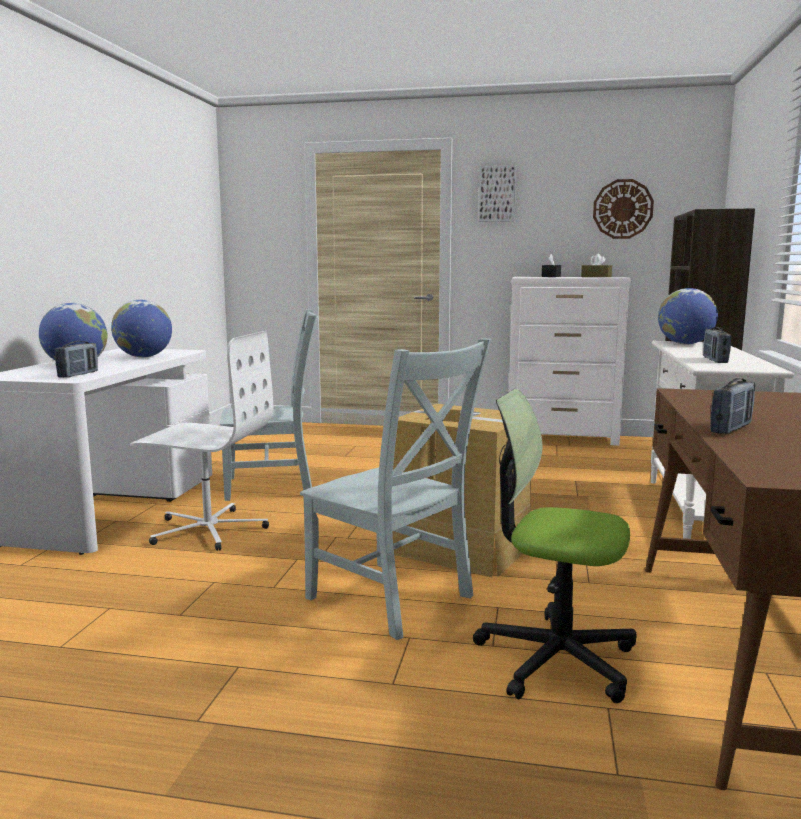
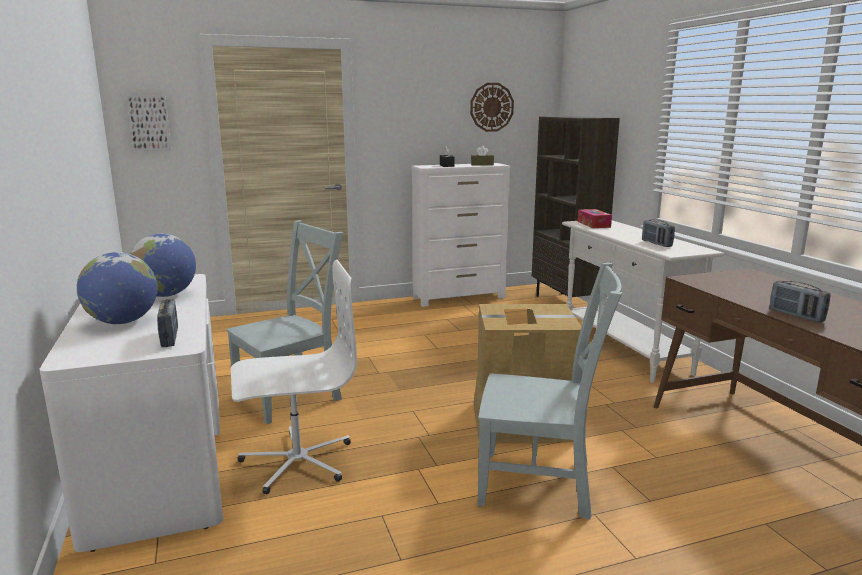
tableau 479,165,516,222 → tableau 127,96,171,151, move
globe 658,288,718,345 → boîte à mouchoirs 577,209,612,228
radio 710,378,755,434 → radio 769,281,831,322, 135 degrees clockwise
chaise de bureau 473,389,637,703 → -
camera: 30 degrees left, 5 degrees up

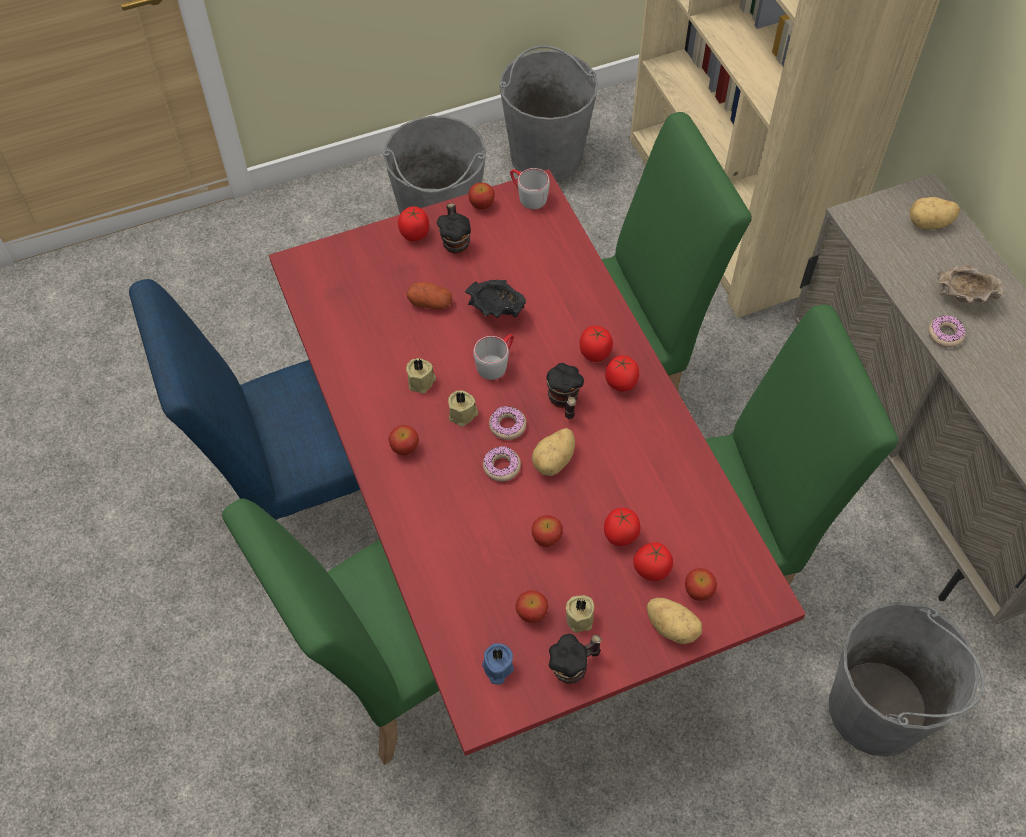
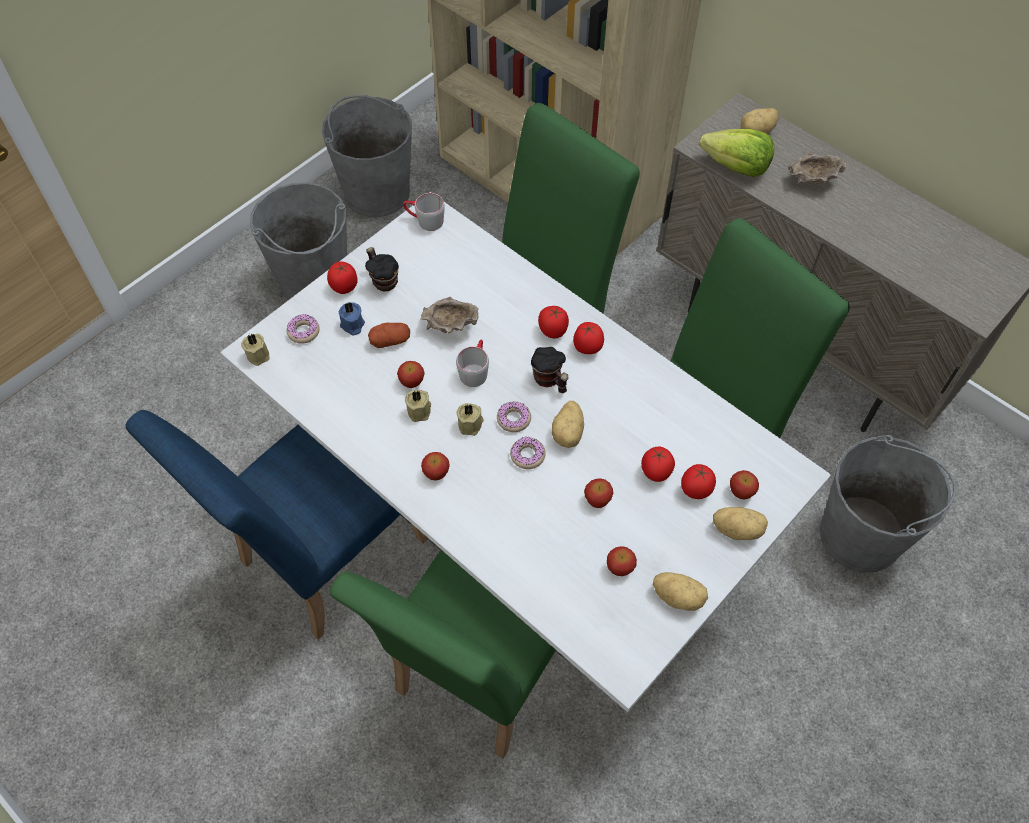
table à manger [rouge] 269,169,806,756 → table à manger [blanc] 220,192,831,712
bougie [beige] 566,595,594,633 → bougie [beige] 241,333,270,366, move
beignet 928,315,966,348 → beignet 286,314,320,344, move
bougie [bleu] 482,643,514,685 → bougie [bleu] 339,302,365,336, move
pomme 468,182,495,210 → pomme 397,361,425,388, move
bol [noir] 465,280,526,318 → bol [beige] 421,297,479,333
mug 549,634,602,684 → pomme de terre 653,572,708,611
- → laitue 699,129,774,177
camera: 25 degrees left, 0 degrees up

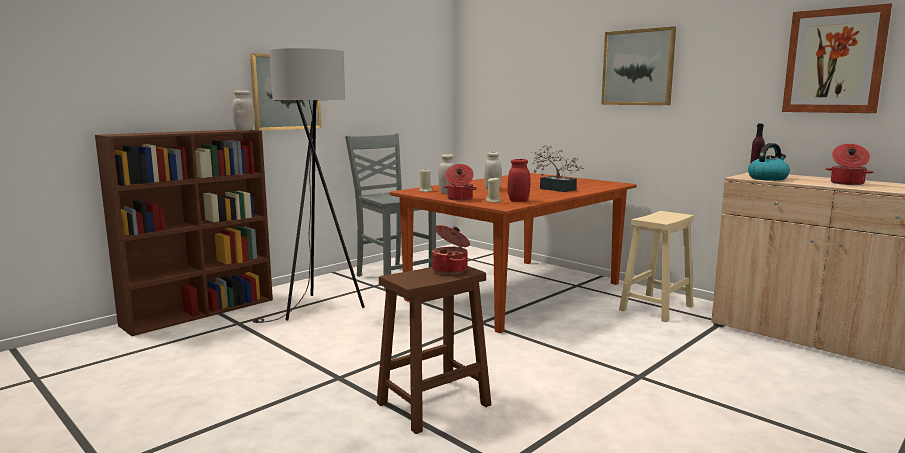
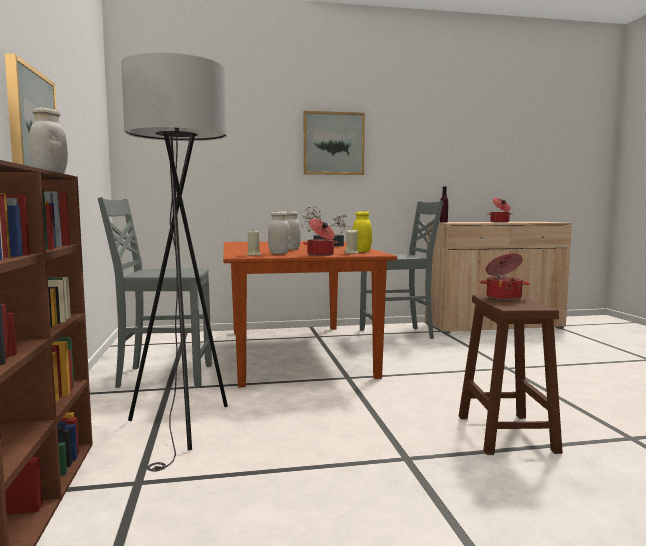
bocal [rouge] 508,159,531,202 → bocal [jaune] 353,211,372,252
tabouret [beige] 619,211,694,322 → chaise [gris] 360,201,443,339
bouilloire 748,143,790,181 → -
tableau 782,3,892,113 → -
camera: 55 degrees left, 5 degrees down

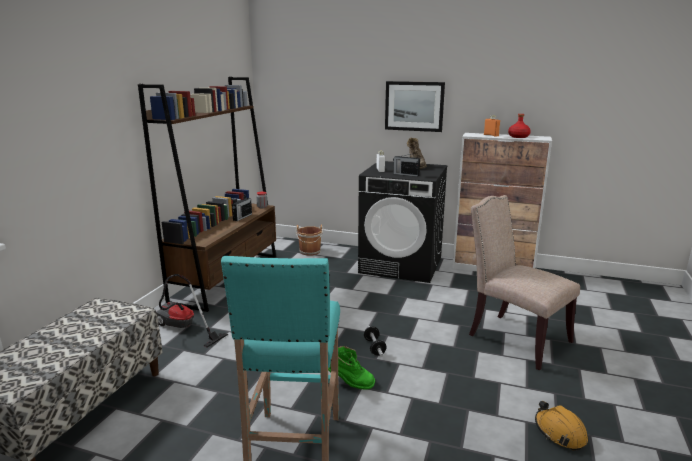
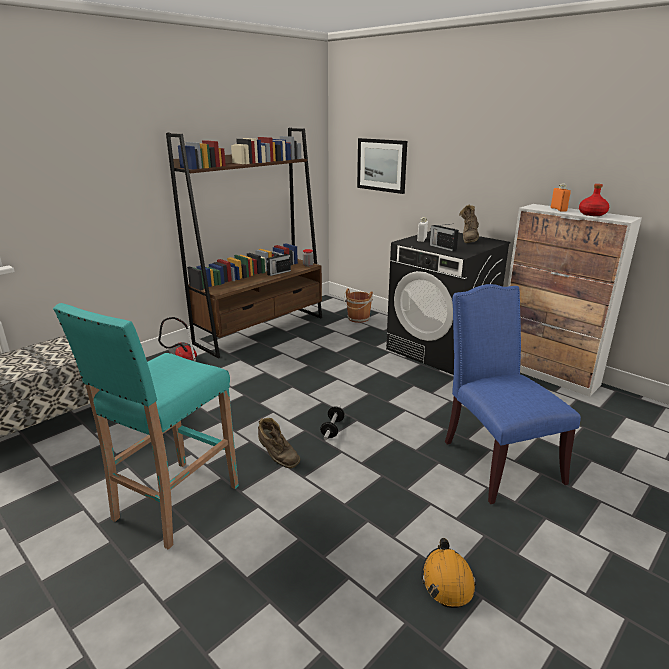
botte [vert] 328,346,375,390 → botte [marron] 258,418,300,468
tableau 385,81,445,132 → tableau 357,138,407,194, move
chaise [beige] 469,195,580,370 → chaise [bleu] 445,284,581,504
camera: 25 degrees right, 5 degrees up

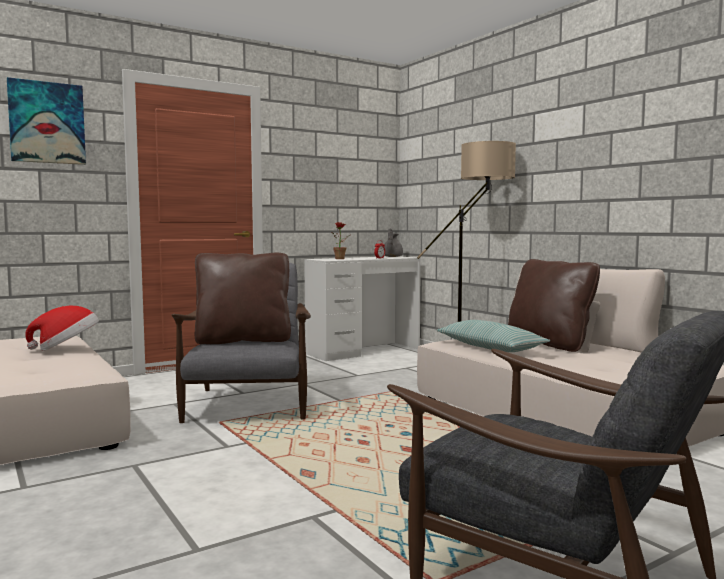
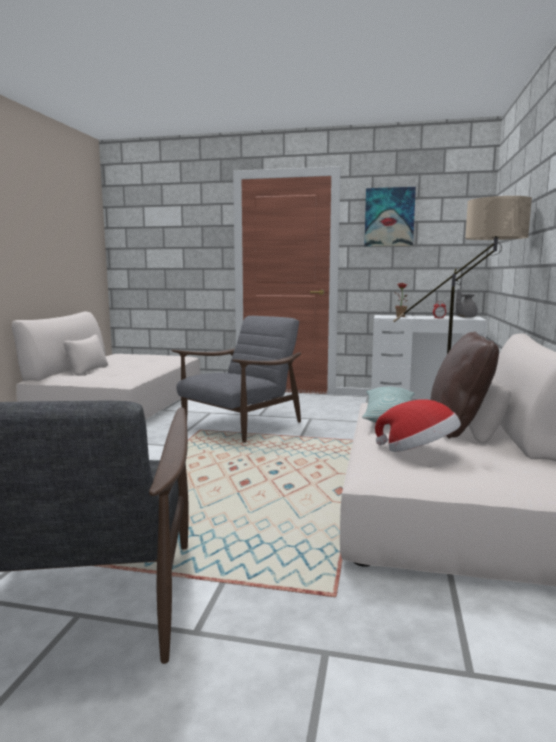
tableau 7,77,86,165 → tableau 364,187,416,247, move
chapeau 25,306,99,351 → chapeau 375,399,461,452, move
coussin [marron] 195,253,291,344 → -
camera: 45 degrees right, 5 degrees up

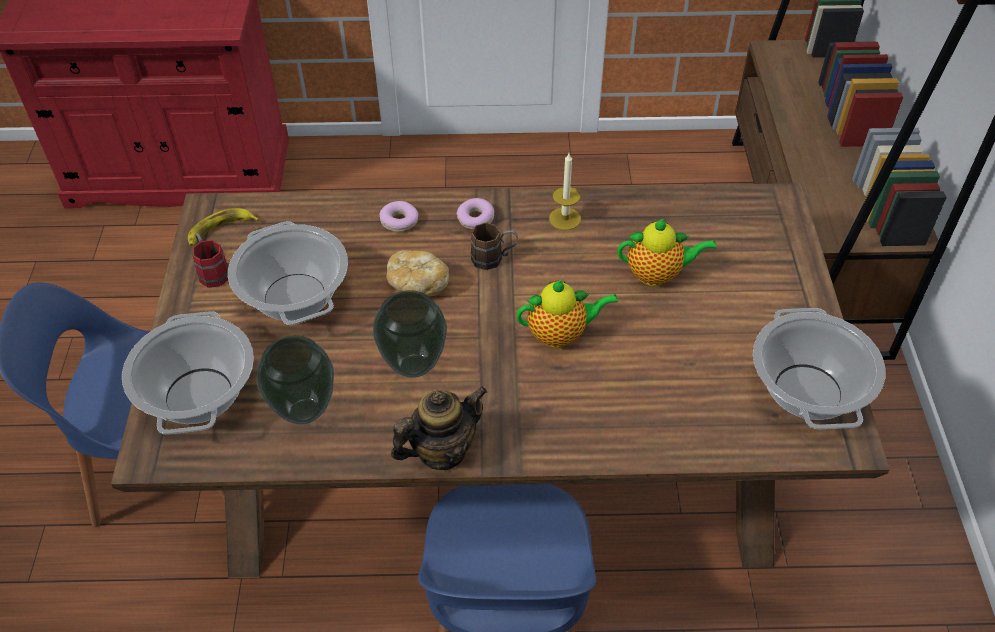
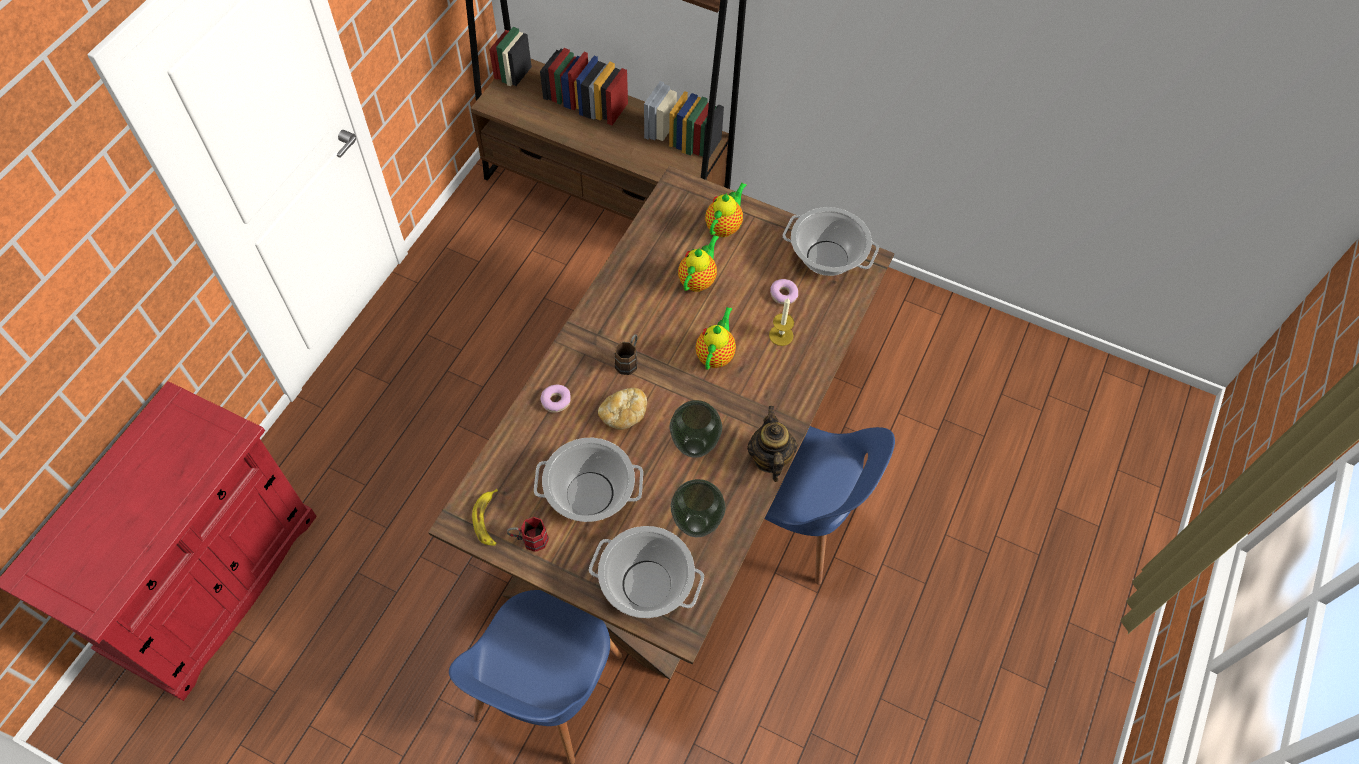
- → théière 705,183,747,237
bougie 549,153,581,230 → bougie 769,298,794,346, move
beignet 457,198,494,230 → beignet 770,279,798,304, move
camera: 65 degrees left, 10 degrees up

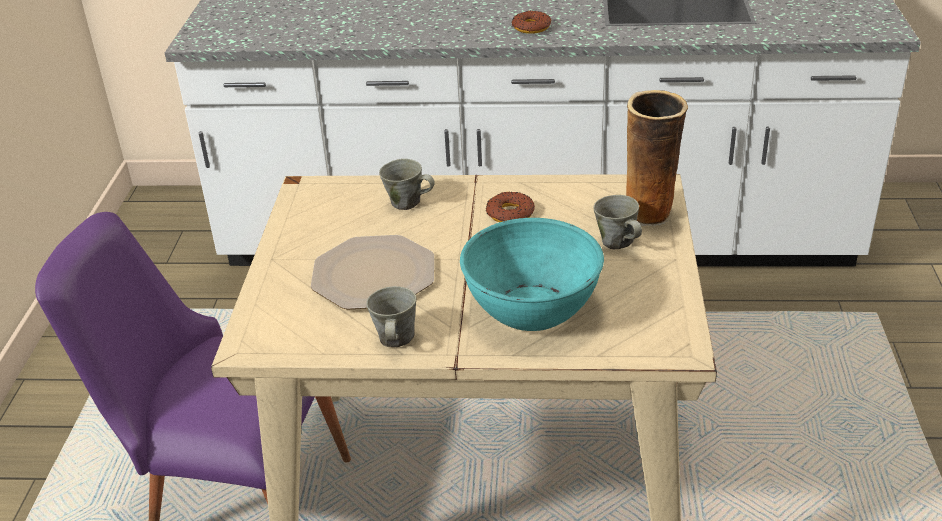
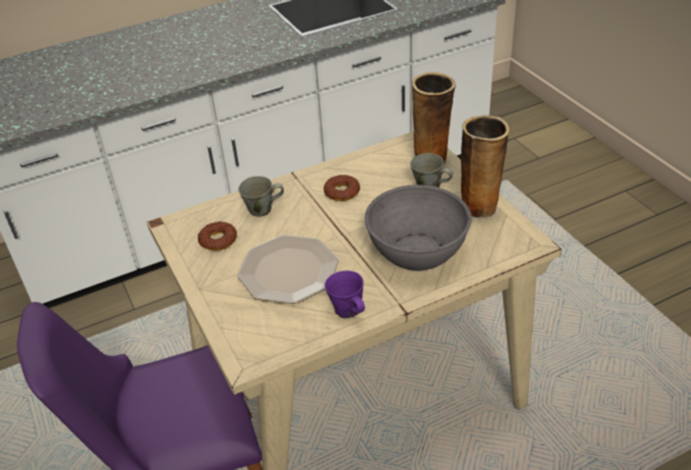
beignet 512,11,551,34 → beignet 198,221,237,251, move
mug [gris] 366,286,416,347 → mug [violet] 325,271,365,318
bol [turquoise] 460,218,604,331 → bol [gris] 365,185,472,271
- → vase 461,115,510,220
camera: 30 degrees left, 5 degrees up

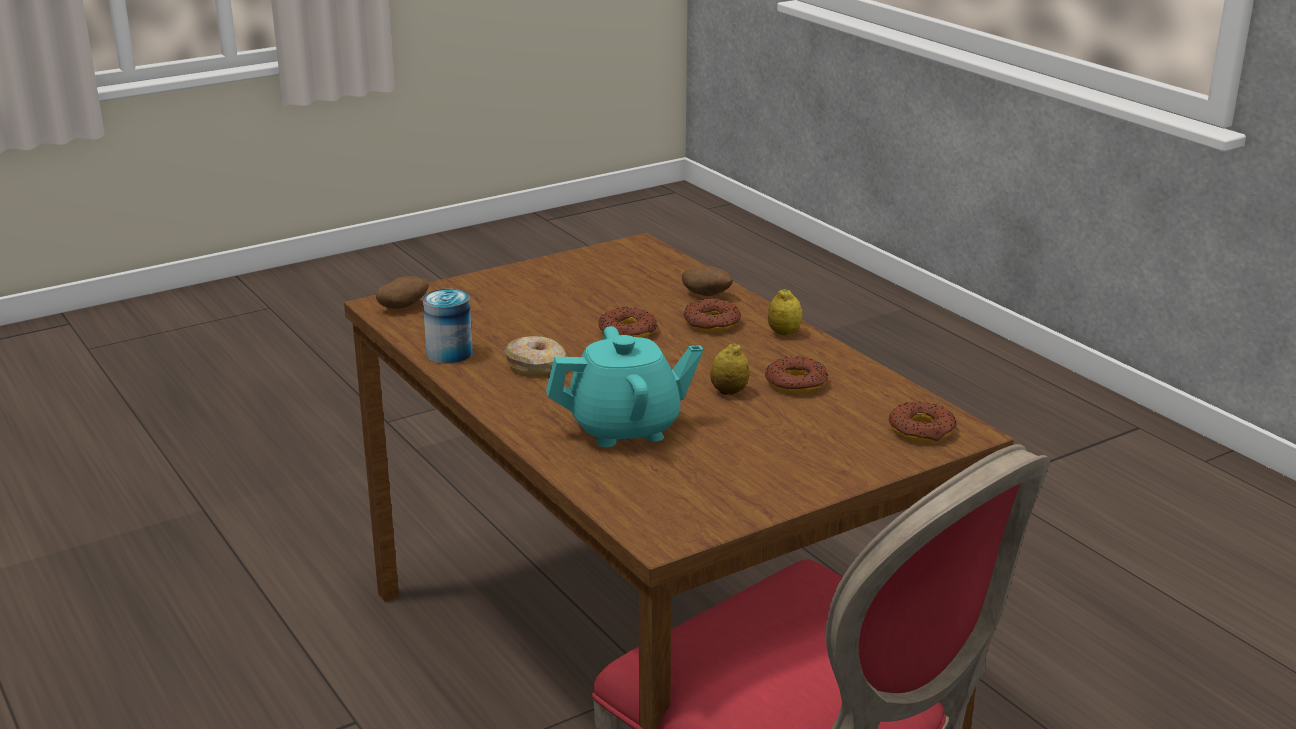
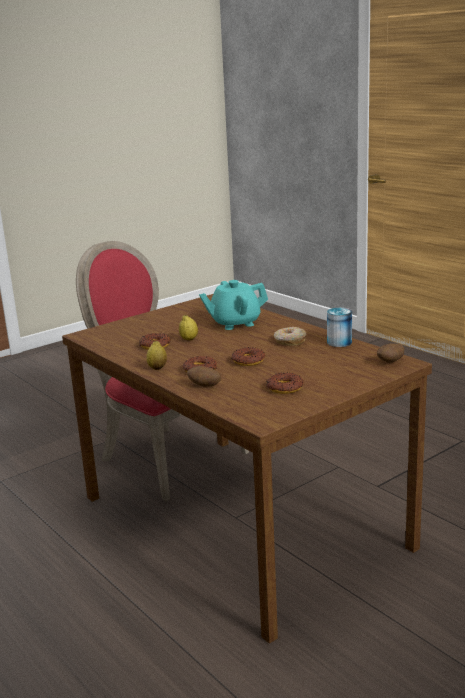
beignet 889,401,957,443 → beignet 266,372,304,394, move
camera: 175 degrees right, 5 degrees down

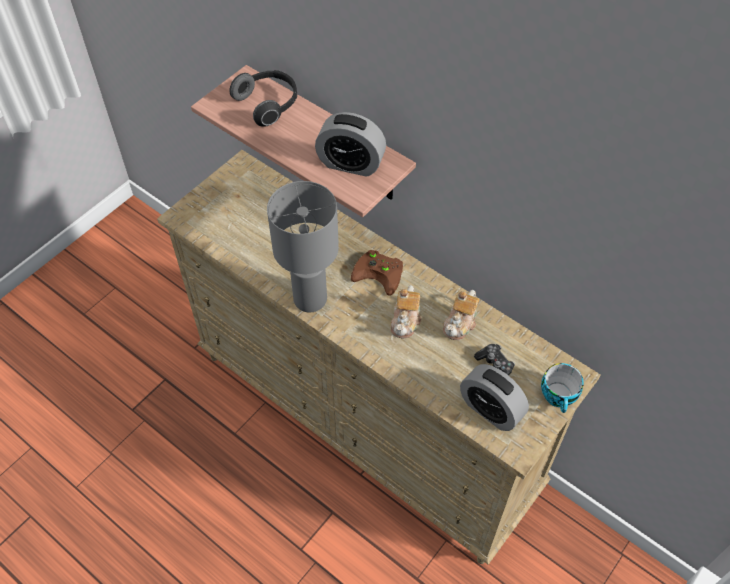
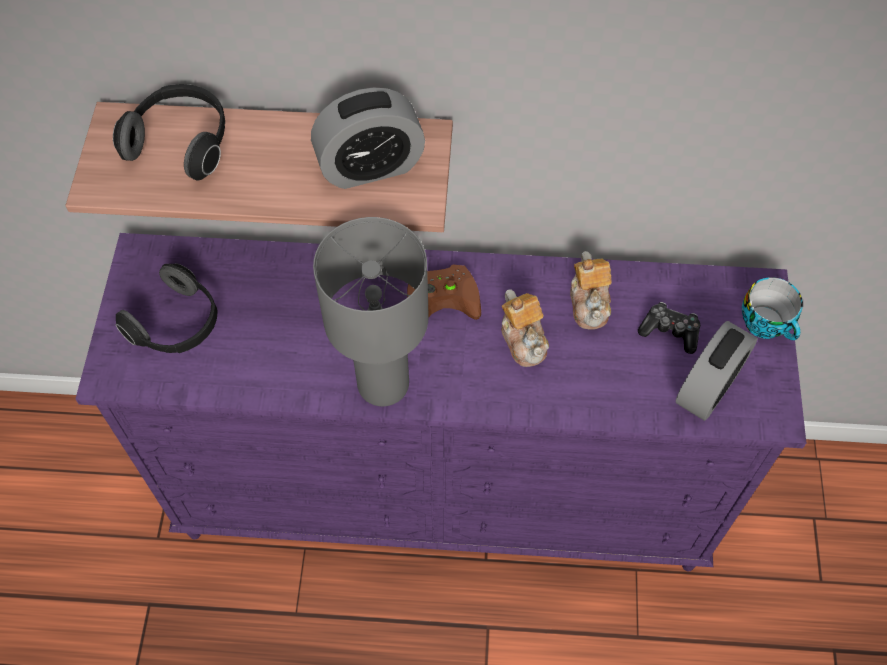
commode [beige] 157,150,600,565 → commode [violet] 76,233,806,572
- → casque audio 116,263,217,353
réveil 460,364,529,431 → réveil 676,321,758,421, 60 degrees counterclockwise
camera: 35 degrees left, 5 degrees up

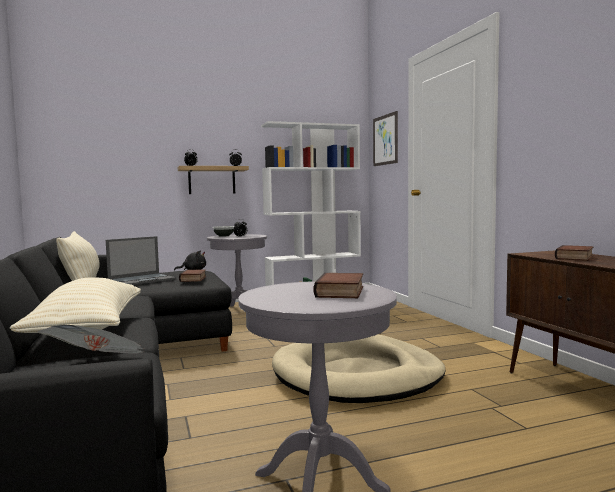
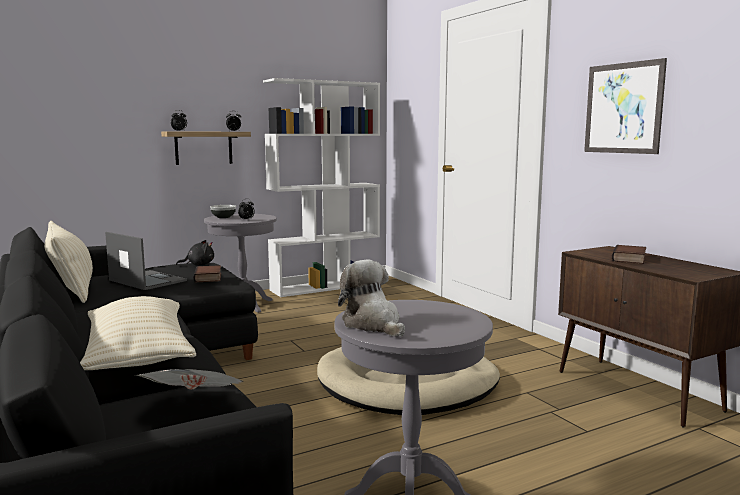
ordinateur portable 106,236,176,285 → ordinateur portable 105,232,187,290, 90 degrees counterclockwise
- → peluche 338,260,405,337
tableau 373,111,398,166 → tableau 584,58,667,154, move
livre 313,273,363,298 → -
camera: 10 degrees left, 5 degrees up

